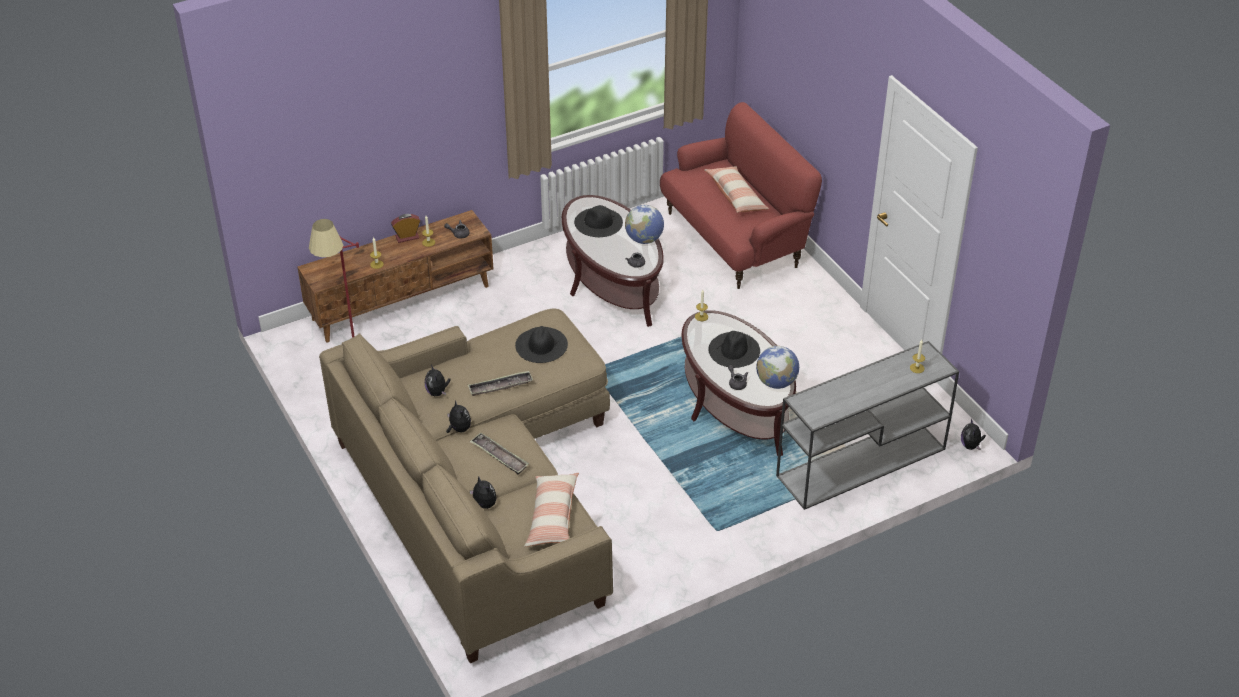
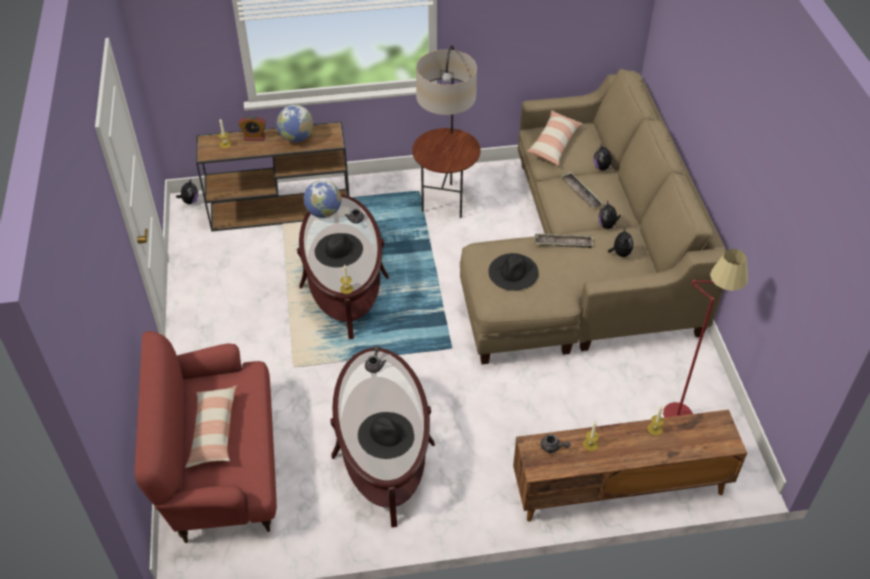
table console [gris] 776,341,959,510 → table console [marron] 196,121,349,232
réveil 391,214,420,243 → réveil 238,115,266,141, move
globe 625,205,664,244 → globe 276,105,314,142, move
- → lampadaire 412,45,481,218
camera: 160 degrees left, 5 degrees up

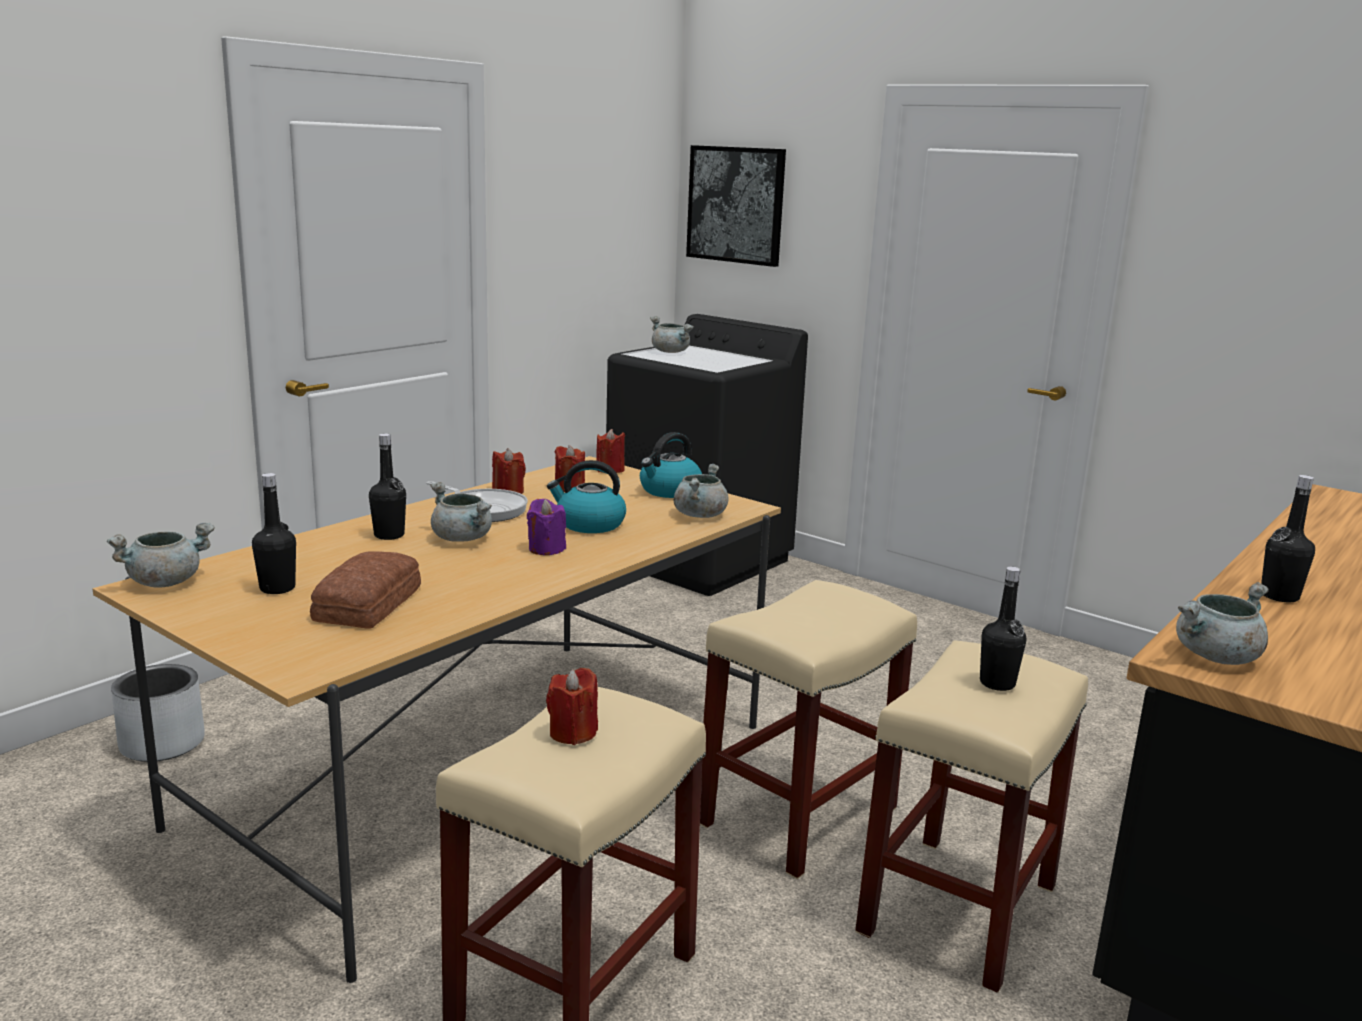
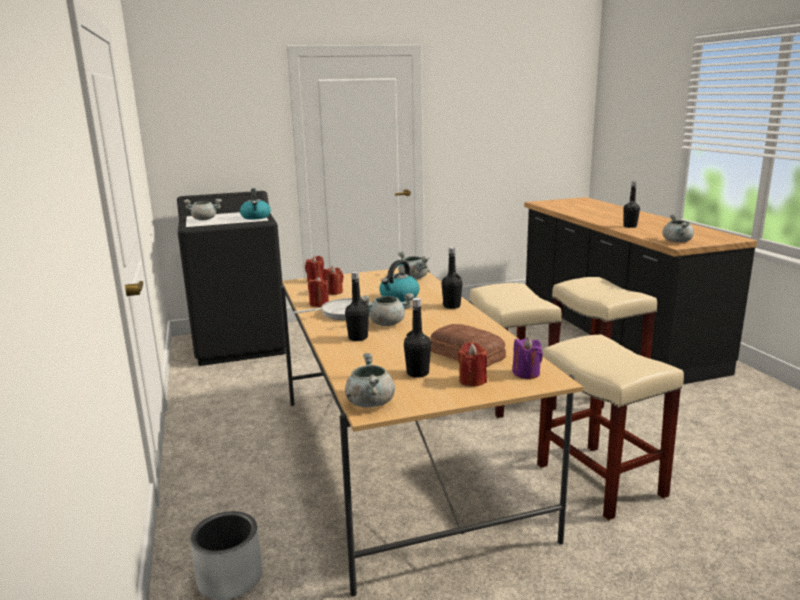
bouilloire 640,432,702,498 → bouilloire 240,188,271,220, move
bouteille [noir] 980,567,1026,691 → bouteille [noir] 441,247,463,309, move
bougie [rouge] 546,668,598,745 → bougie [rouge] 458,342,487,387, move
bougie [violet] 527,499,566,555 → bougie [violet] 512,337,543,379, move
tableau 686,145,786,267 → -
camera: 55 degrees left, 0 degrees up

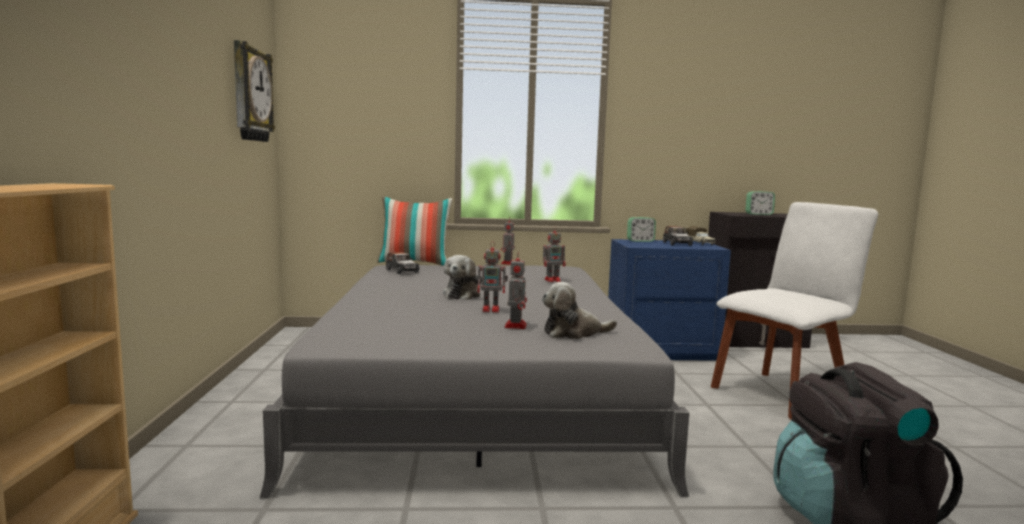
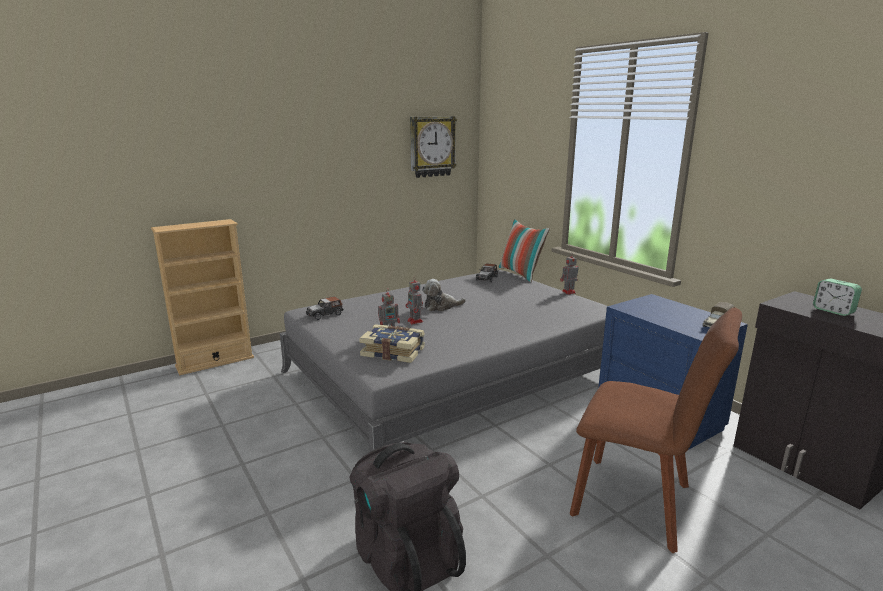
petite voiture 663,226,693,246 → petite voiture 306,296,344,320, move
peluche 542,282,617,339 → livre 359,324,425,363
chaise [blanc] 711,202,878,420 → chaise [marron] 570,307,742,553
robot jouet 543,226,566,282 → -
réveil 627,217,656,242 → -
camera: 60 degrees right, 10 degrees up

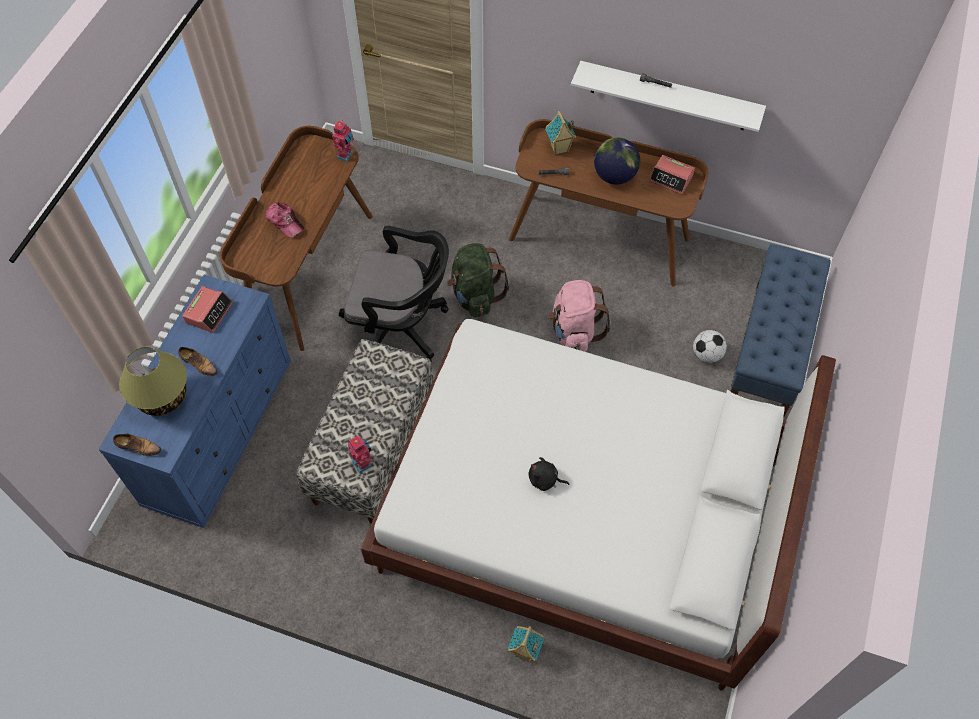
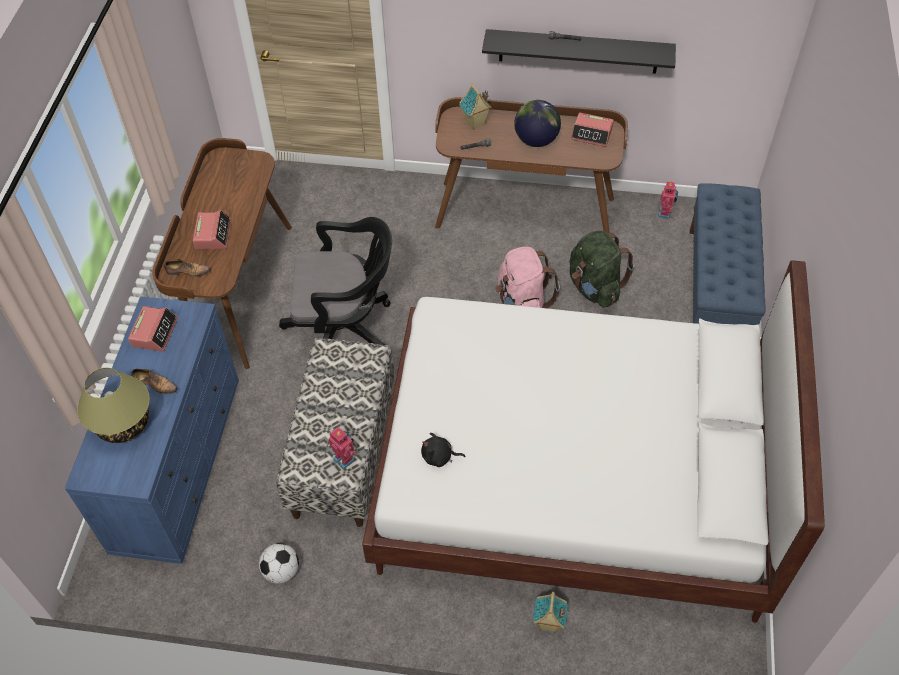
chaussure 113,434,161,456 → chaussure 164,259,211,277, move
casquette 266,202,304,238 → réveil 193,210,231,249
ballon de foot 693,330,727,363 → ballon de foot 259,543,299,584, move
peluche [noir] 529,457,570,491 → peluche [noir] 421,433,465,467, move
étagère [blanc] 571,61,766,132 → étagère [noir] 482,29,676,74
sac à dos [vert] 447,243,510,318 → sac à dos [vert] 570,231,634,308, move
robot jouet 332,120,354,162 → robot jouet 658,180,678,219, move
camera: 10 degrees left, 5 degrees down

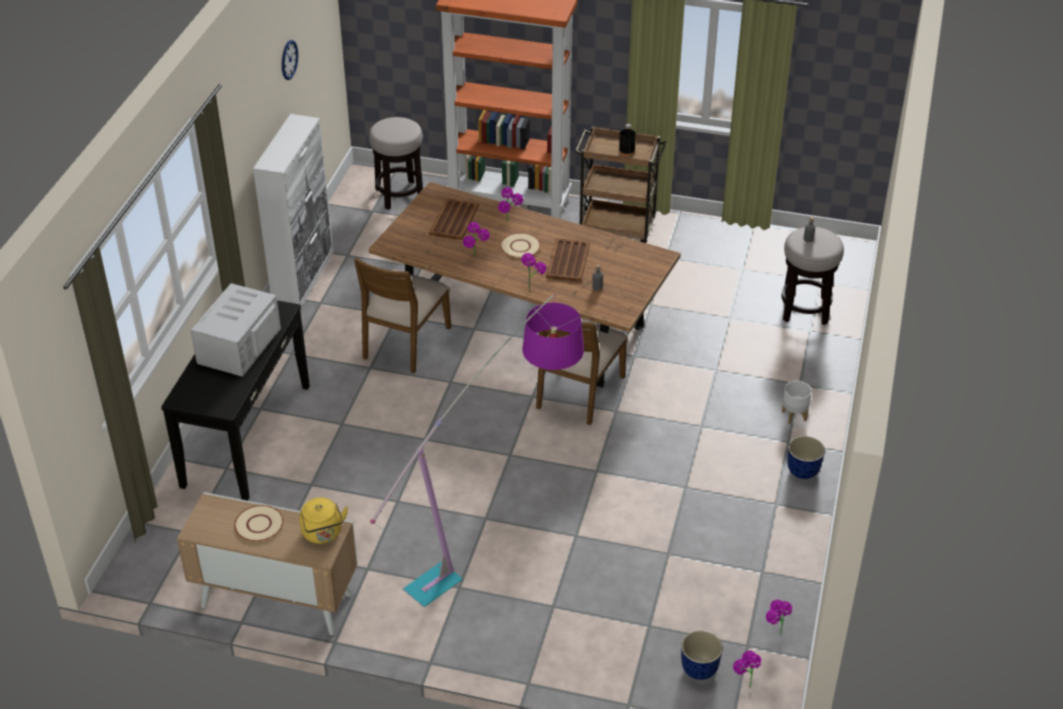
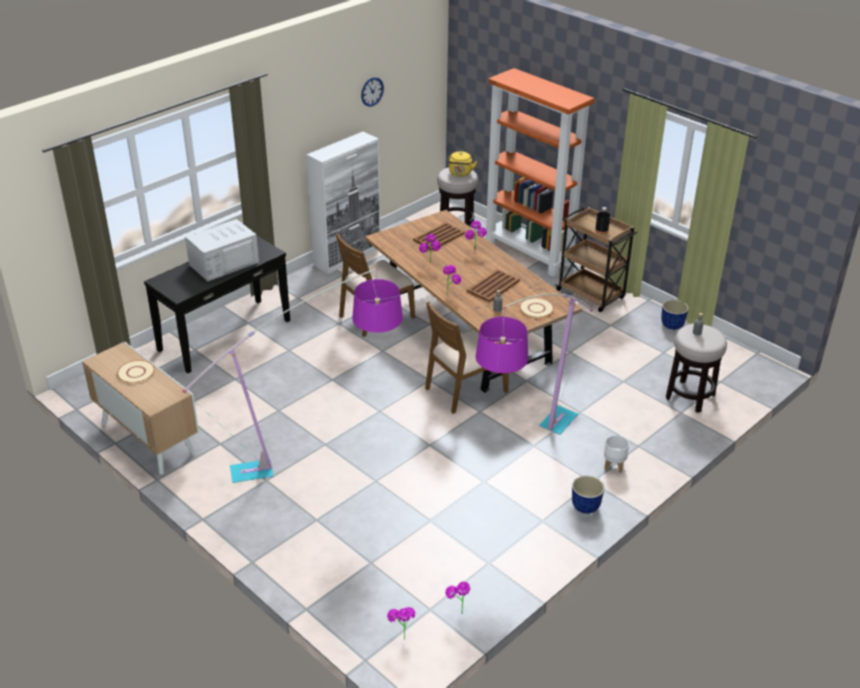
bouilloire [jaune] 299,497,348,544 → bouilloire [jaune] 448,151,477,177, move
- → lampadaire 476,294,593,435
assiette [beige] 500,233,541,258 → assiette [beige] 520,298,554,318, move
cache-pot 681,631,723,680 → cache-pot 661,300,689,330, move
camera: 30 degrees right, 5 degrees down

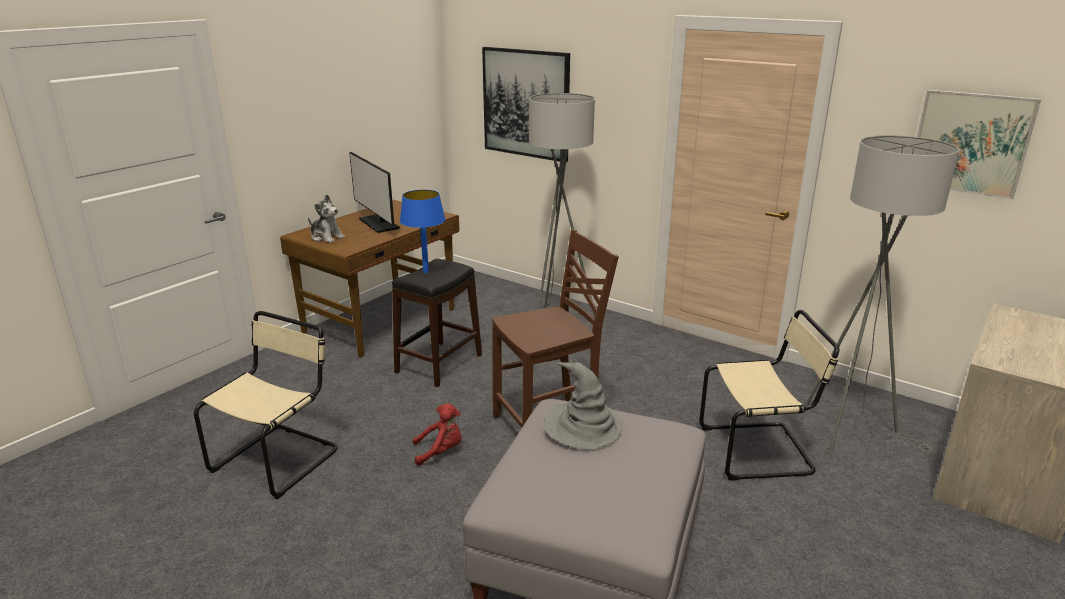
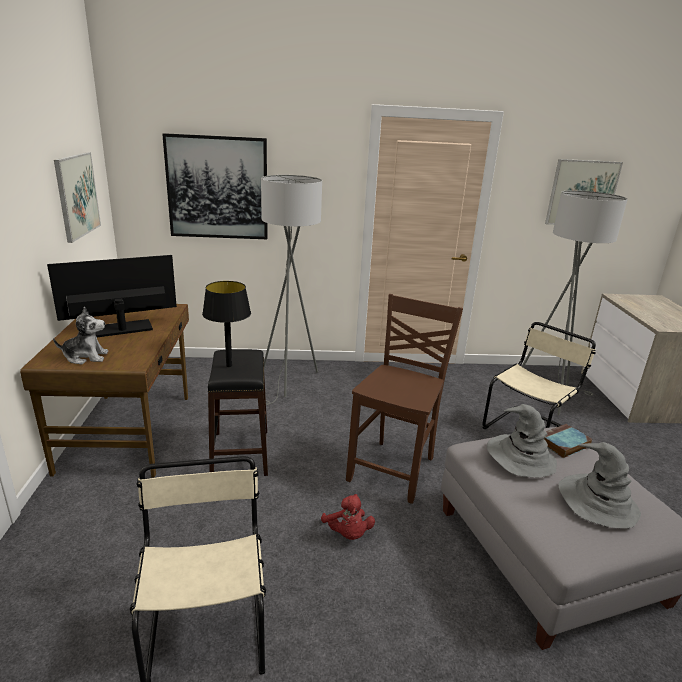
écran d'ordinateur 349,152,400,233 → écran d'ordinateur 47,255,177,337, 135 degrees clockwise
- → tableau 54,152,101,243
lampe de table [bleu] 400,190,445,273 → lampe de table [noir] 202,281,251,367
peluche [rouge] 412,403,462,466 → peluche [rouge] 321,494,375,540, 120 degrees clockwise
- → livre 544,424,592,458
- → chapeau [gris] 558,442,641,528
camera: 40 degrees left, 0 degrees up

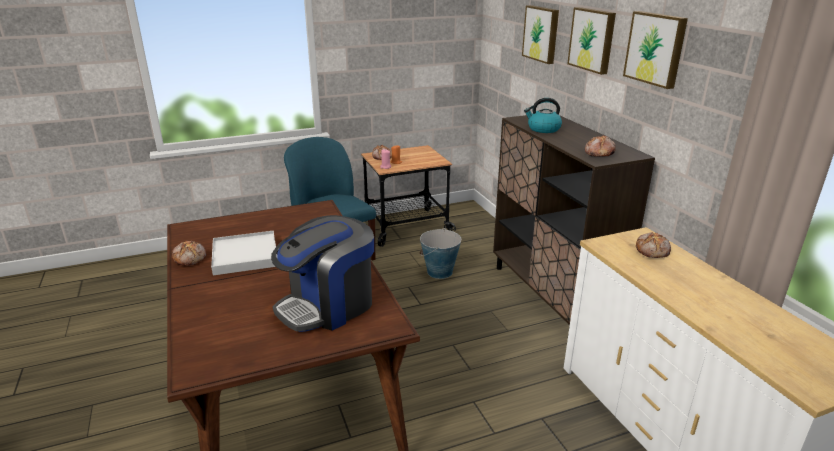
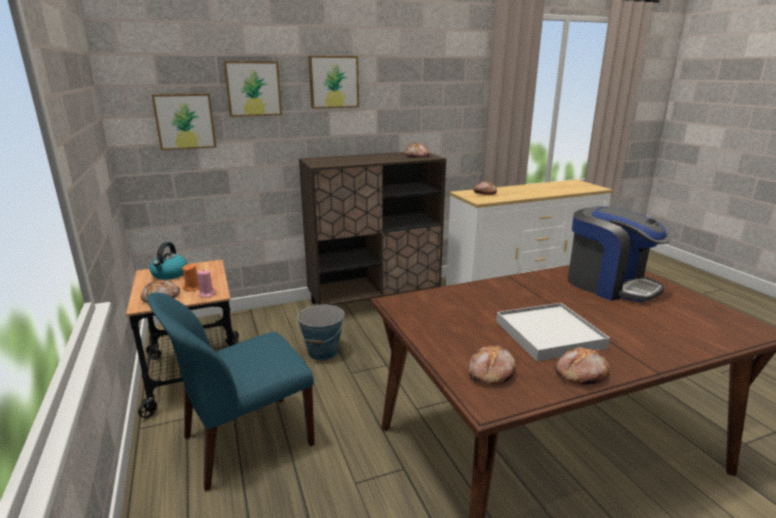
bouilloire 524,98,562,133 → bouilloire 149,242,188,280, move
tableau 623,11,688,89 → tableau 152,93,216,150, move
- → pain 469,344,516,384
camera: 90 degrees left, 5 degrees down

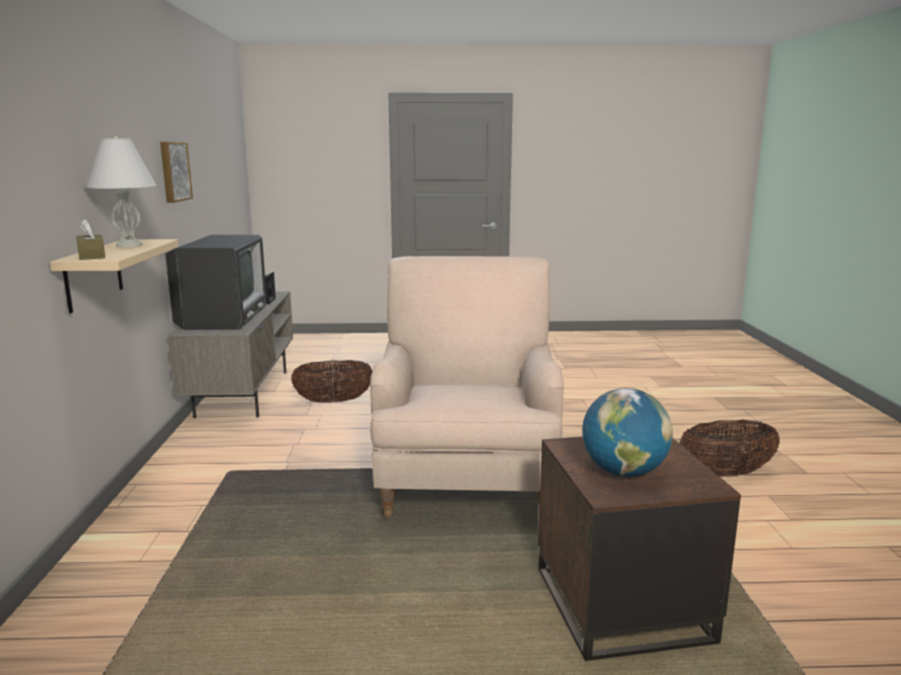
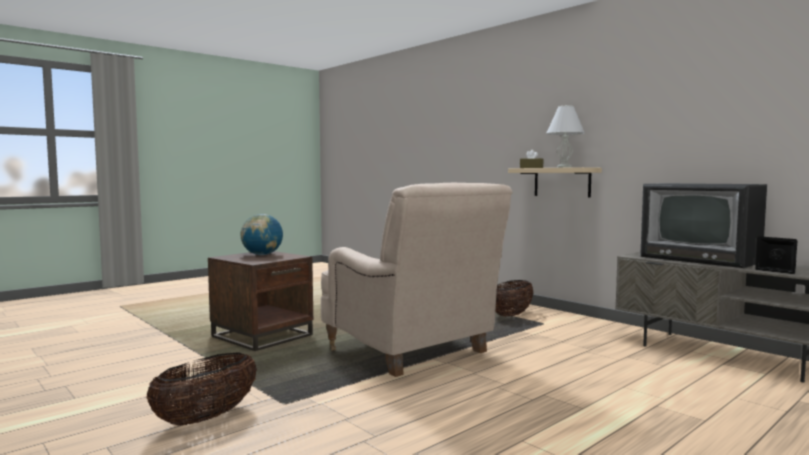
panier 291,360,372,403 → panier 496,280,533,317, move
tableau 160,142,193,203 → -
camera: 140 degrees right, 10 degrees down

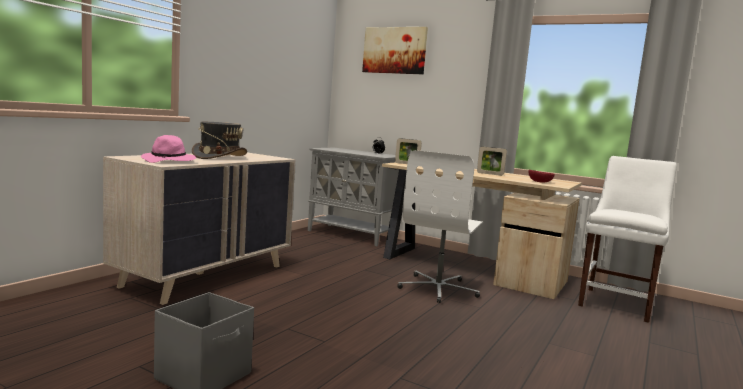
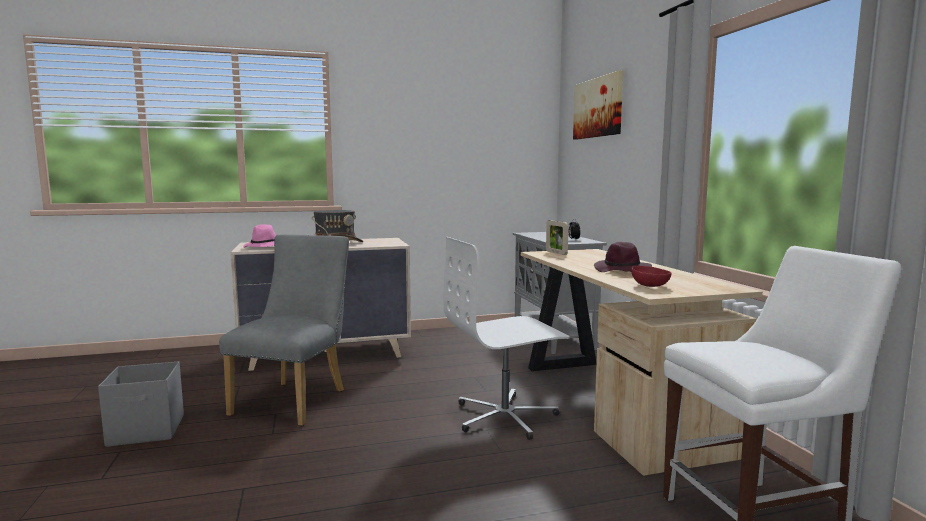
- → chaise [gris] 219,234,349,426
cadre photo 477,147,507,176 → chapeau [violet] 594,242,652,272
camera: 45 degrees right, 0 degrees up

